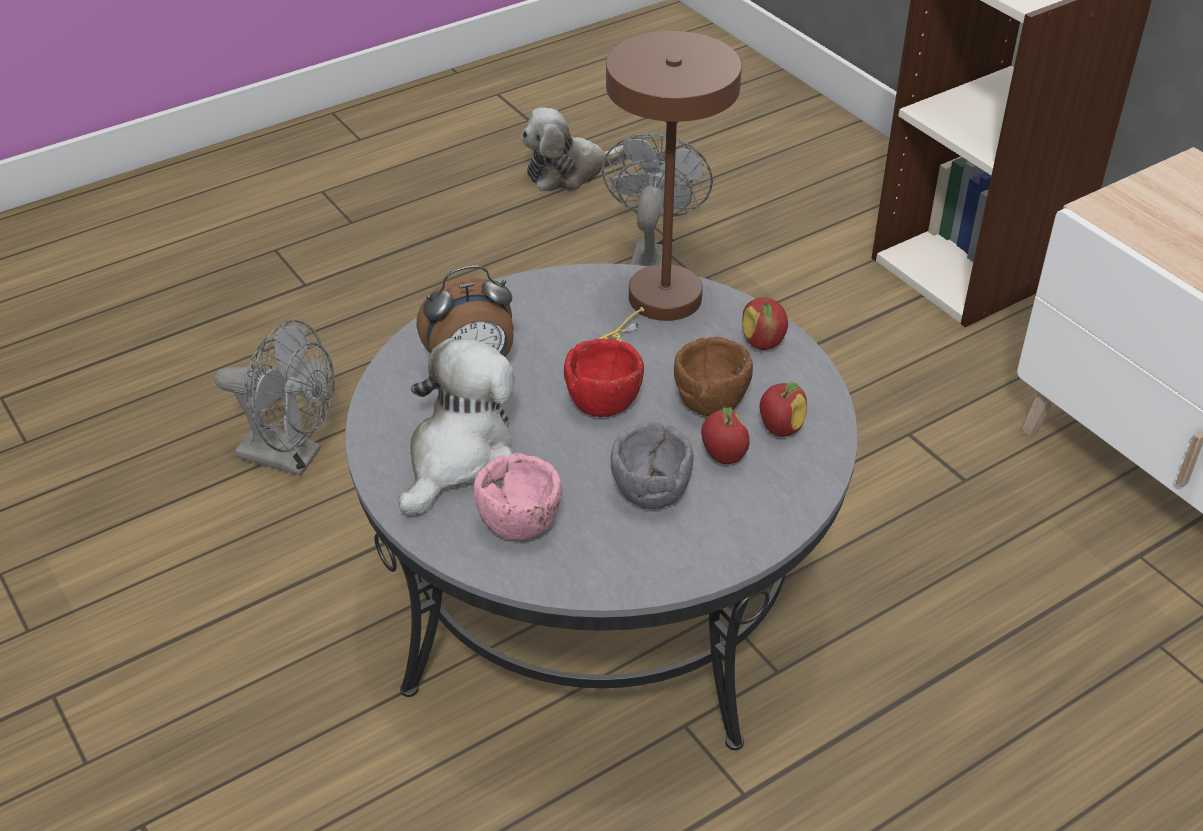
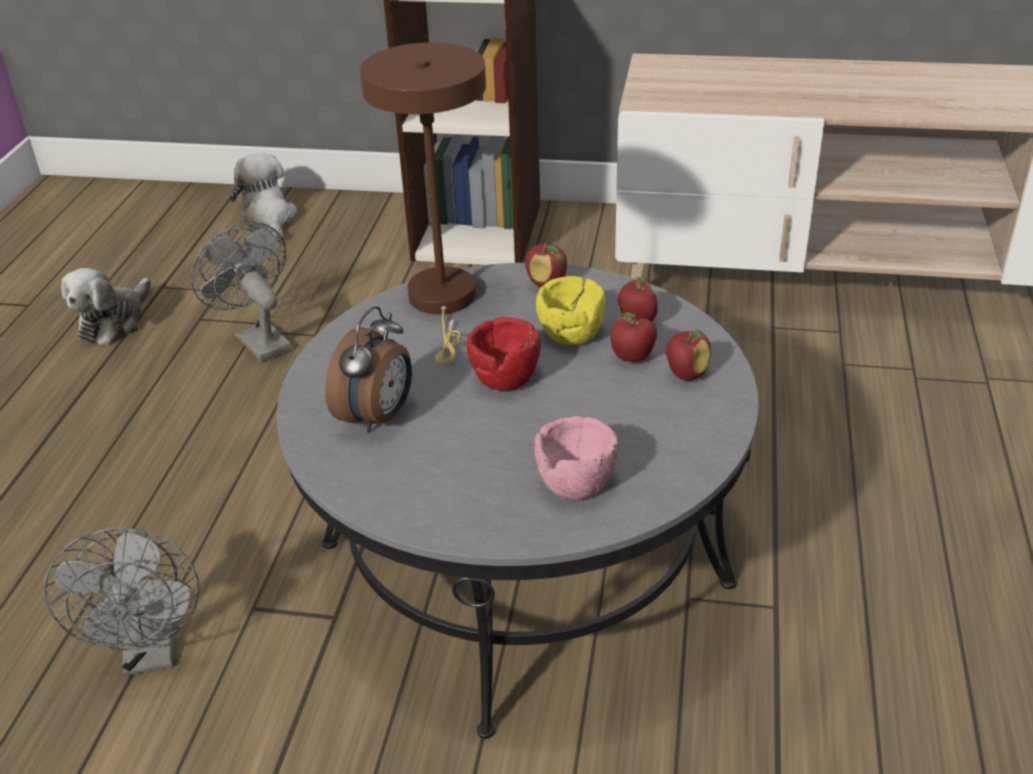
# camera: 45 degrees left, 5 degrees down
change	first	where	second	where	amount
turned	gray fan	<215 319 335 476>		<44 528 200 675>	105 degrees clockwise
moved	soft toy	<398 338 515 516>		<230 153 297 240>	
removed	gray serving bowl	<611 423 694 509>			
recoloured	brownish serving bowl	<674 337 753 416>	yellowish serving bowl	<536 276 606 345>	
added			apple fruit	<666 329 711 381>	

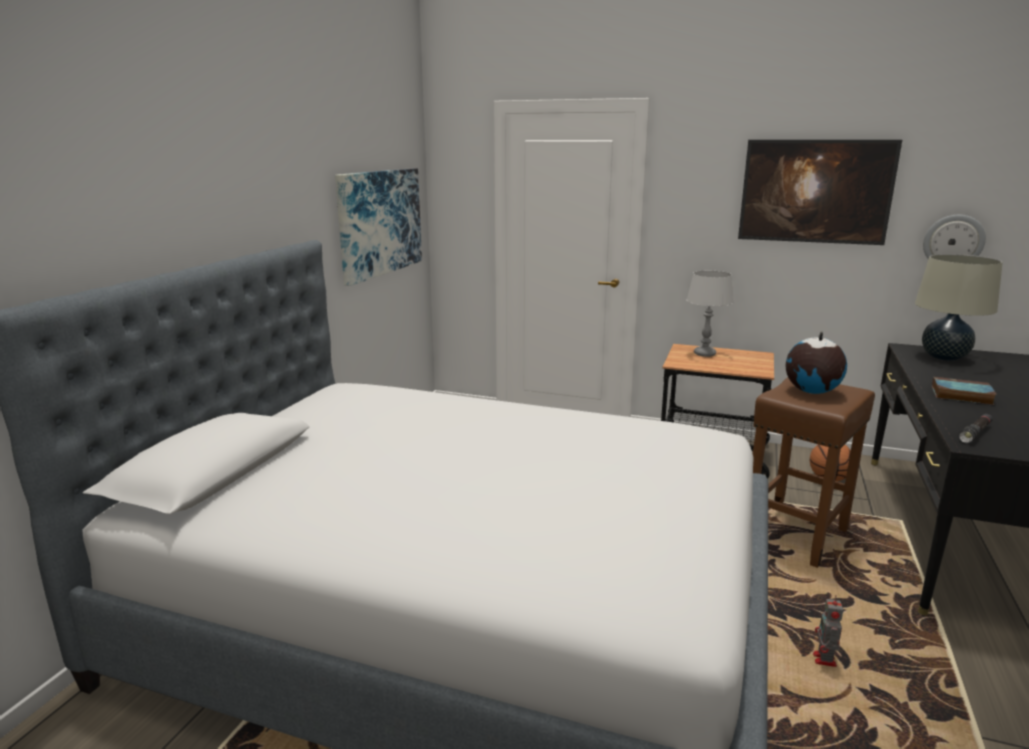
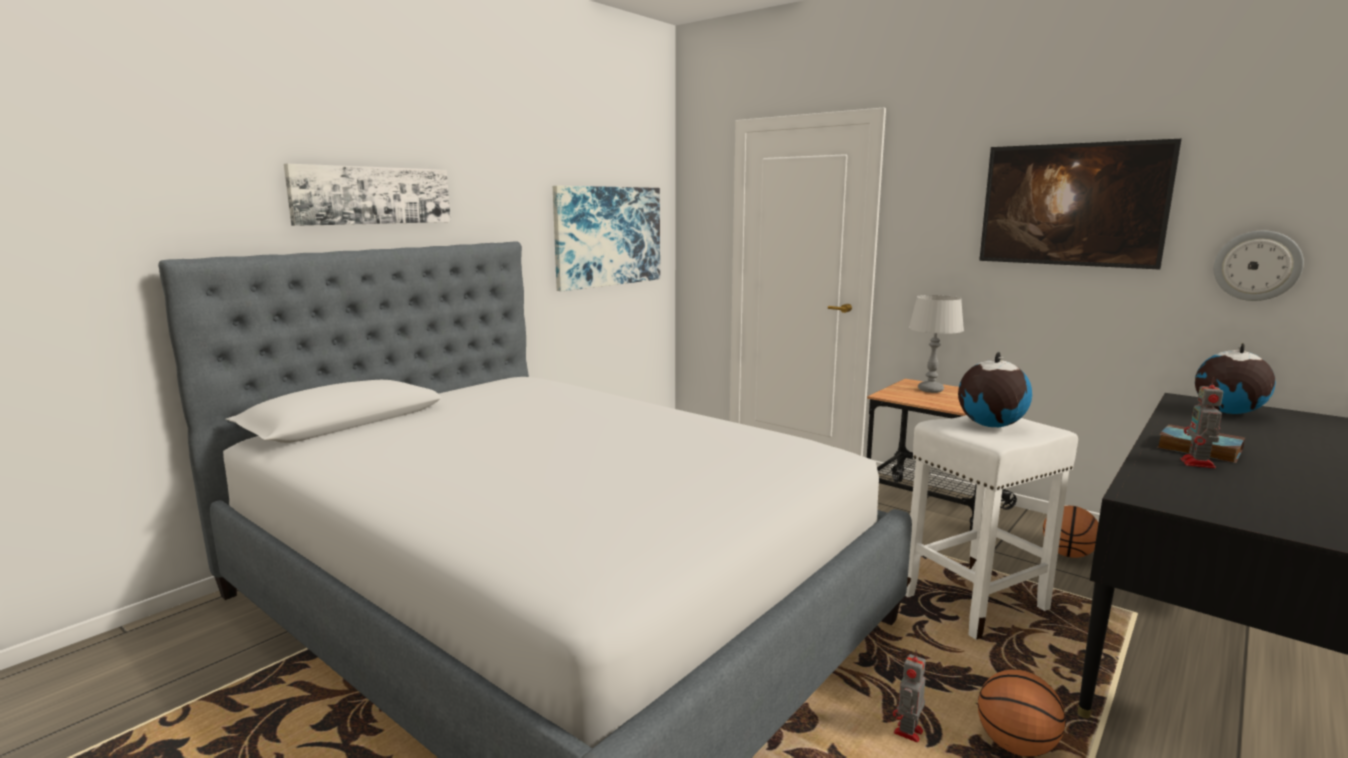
# camera: 20 degrees right, 5 degrees down
change	first	where	second	where	amount
recoloured	brownish sitting stool	<753 377 875 568>	white-coloured sitting stool	<905 415 1078 640>	
replaced	sand-coloured lamp for a table	<915 254 1003 361>	world globe	<1195 343 1276 414>	
removed	blackish hand torch	<958 414 993 443>			
added			wall picture	<284 164 450 226>	
added			basketball	<978 669 1066 757>	
added			toy robot	<1180 377 1223 469>	

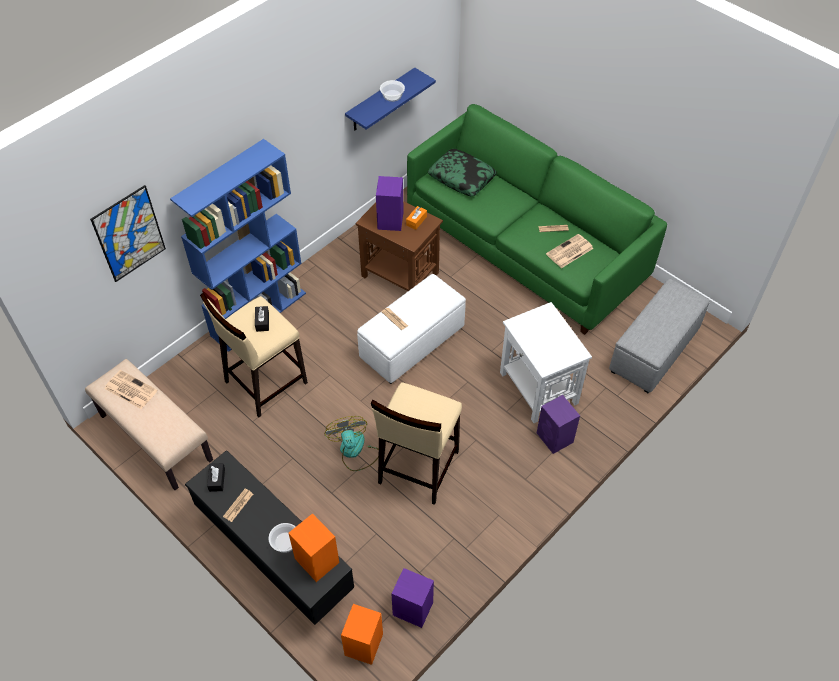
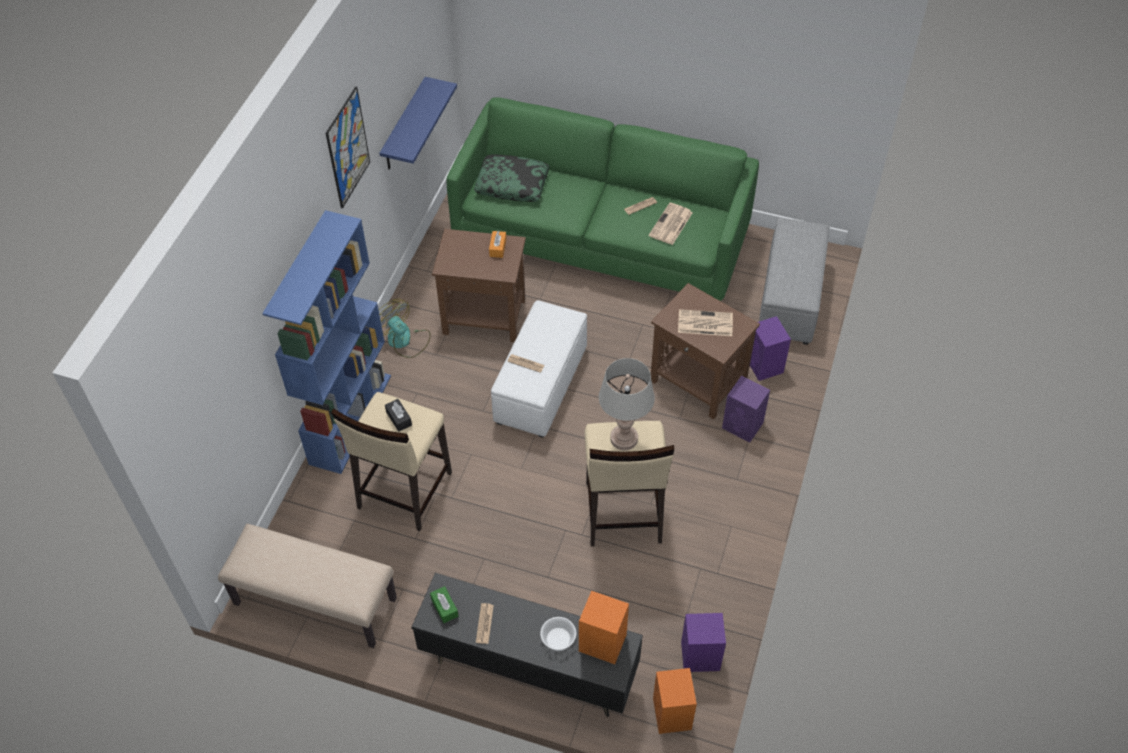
# camera: 25 degrees left, 0 degrees up
change	first	where	second	where	amount
moved	wall picture	<90 185 166 282>		<326 86 370 208>	
moved	daily paper	<105 370 158 409>		<678 309 733 336>	
recoloured	blackish tissue box	<207 463 225 492>	green tissue box	<430 586 458 623>	
moved	fan	<324 416 379 471>		<379 299 431 358>	
moved	purplish audio speaker	<376 176 404 231>		<750 316 791 381>	
removed	serving bowl	<380 80 405 102>			
recoloured	white-coloured accent table	<500 302 592 423>	brownish accent table	<651 283 760 420>	
added			gray lamp for a table	<599 358 655 451>	

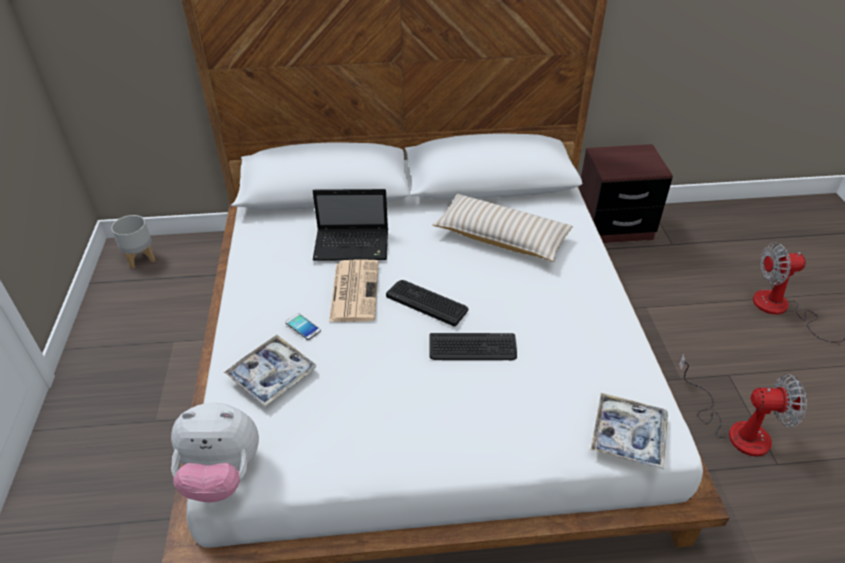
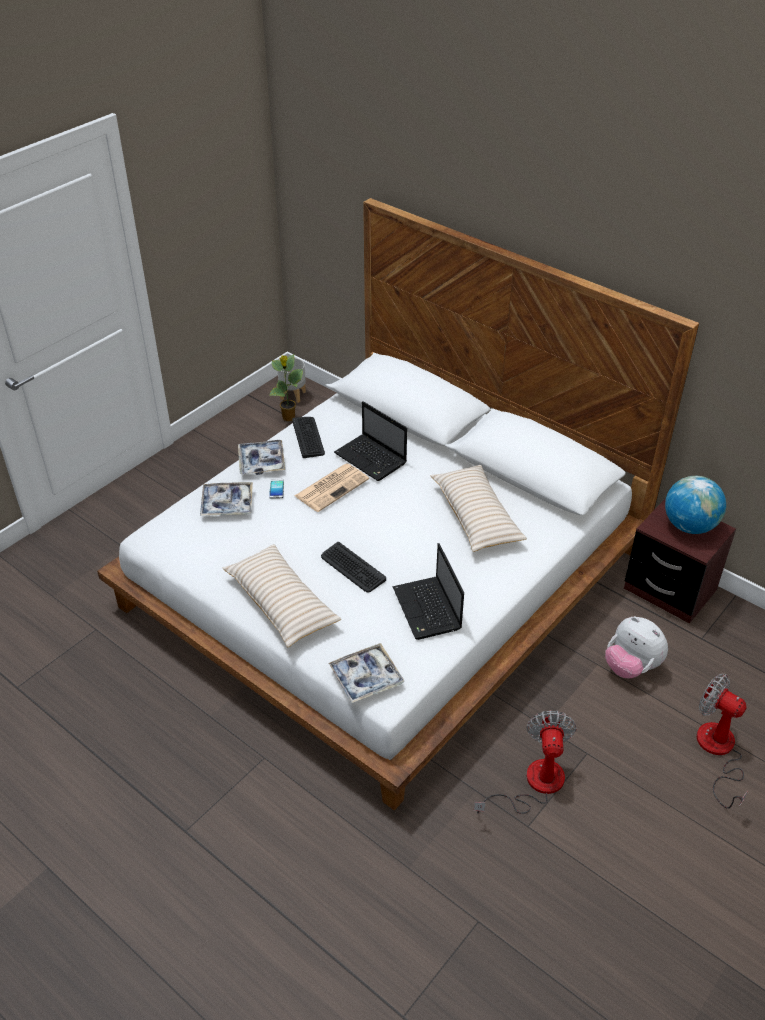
# camera: 45 degrees right, 0 degrees up
change	first	where	second	where	amount
moved	soft toy	<171 403 259 502>		<605 616 668 678>	
moved	PC keyboard	<386 280 468 326>		<292 417 325 458>	
turned	fan	<679 354 807 457>		<474 710 577 814>	135 degrees counterclockwise
added			sand-coloured pillow	<223 544 341 647>	
added			tray	<238 440 285 475>	
added			potted plant	<269 354 303 421>	
added			laptop	<393 543 464 640>	
added			world globe	<665 476 726 534>	

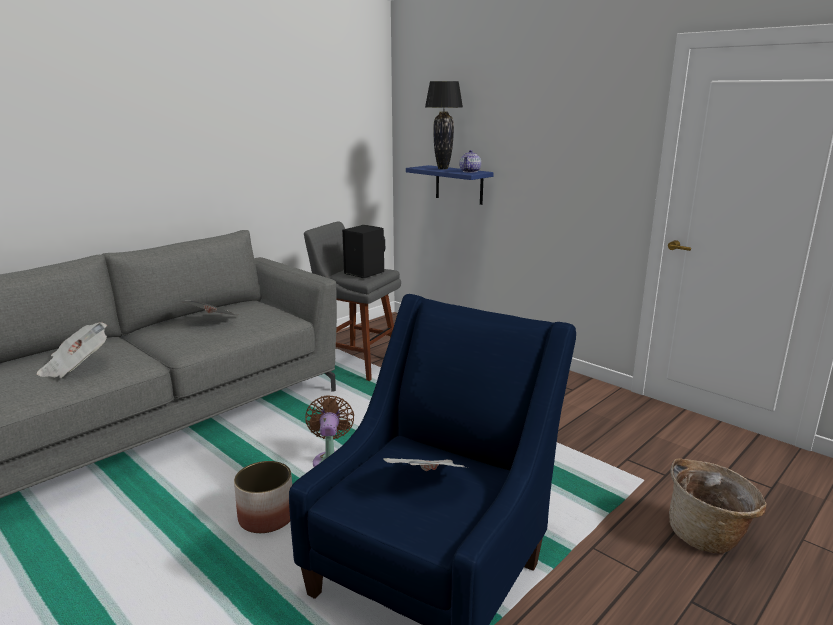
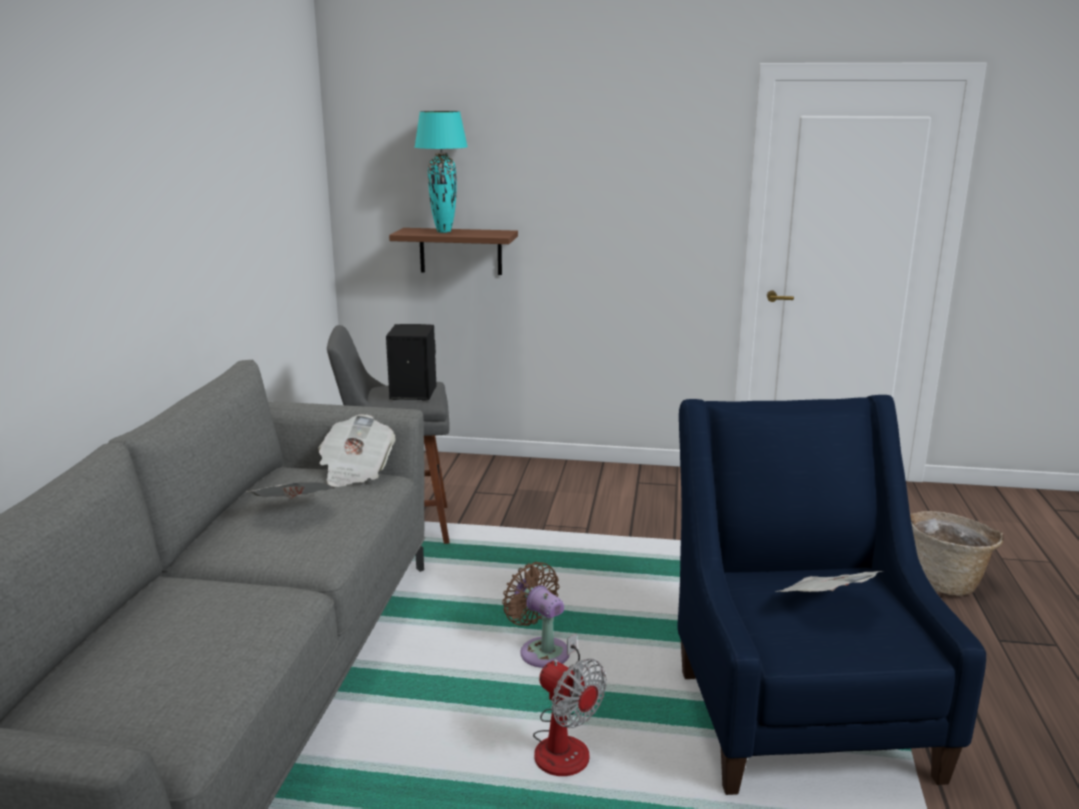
# camera: 35 degrees left, 0 degrees up
change	first	where	second	where	amount
moved	daily paper	<37 322 107 378>		<318 414 396 487>	
replaced	flower pot	<234 461 292 533>	fan	<533 634 607 776>	
recoloured	blue-coloured shelf	<406 165 494 205>	brownish shelf	<389 228 518 275>	
recoloured	blackish lamp for a table	<425 81 463 169>	turquoise lamp for a table	<414 111 468 233>	
removed	tea pot	<459 150 481 173>			

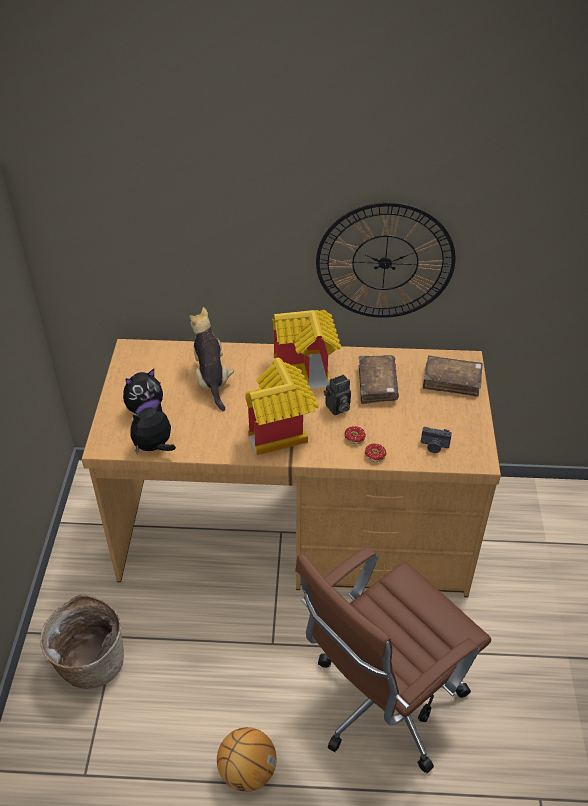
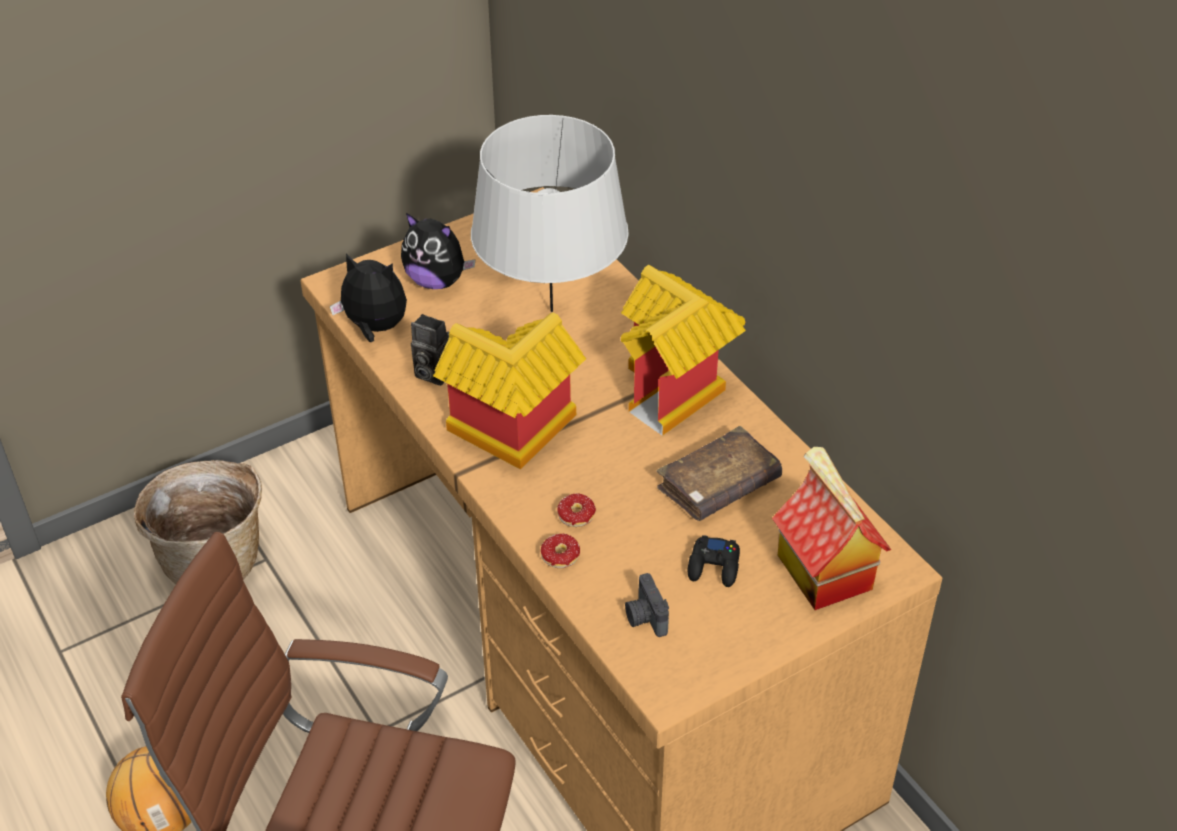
# camera: 55 degrees right, 0 degrees up
change	first	where	second	where	amount
replaced	soft toy	<190 307 234 411>	gray lamp for a table	<471 115 629 312>	
removed	clock on the wall	<316 202 455 318>			
moved	still camera	<324 374 351 415>		<411 314 449 386>	
replaced	brownish volume	<423 355 483 397>	model house	<772 447 891 610>	
added			blackish game controller	<688 535 740 587>	

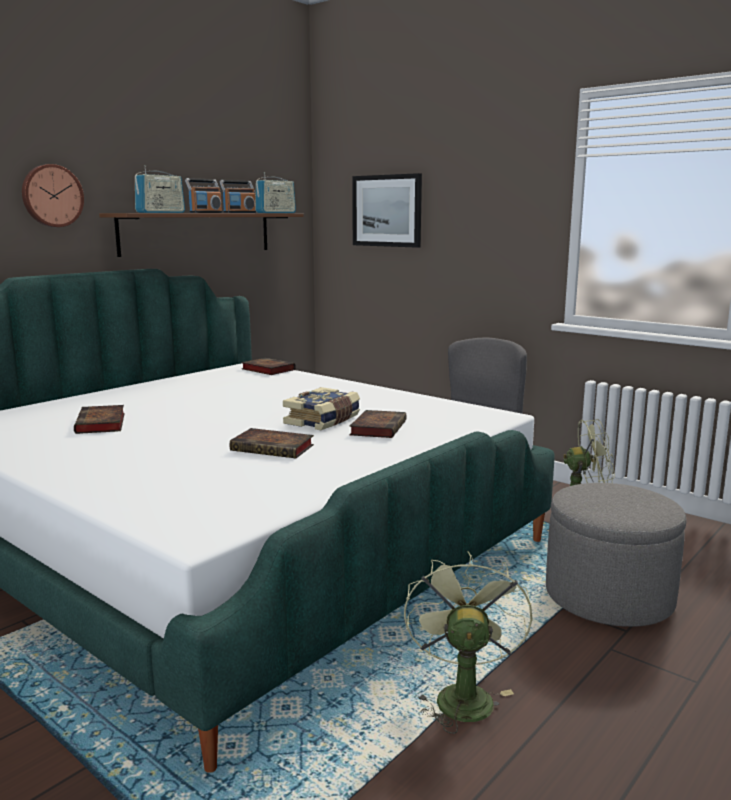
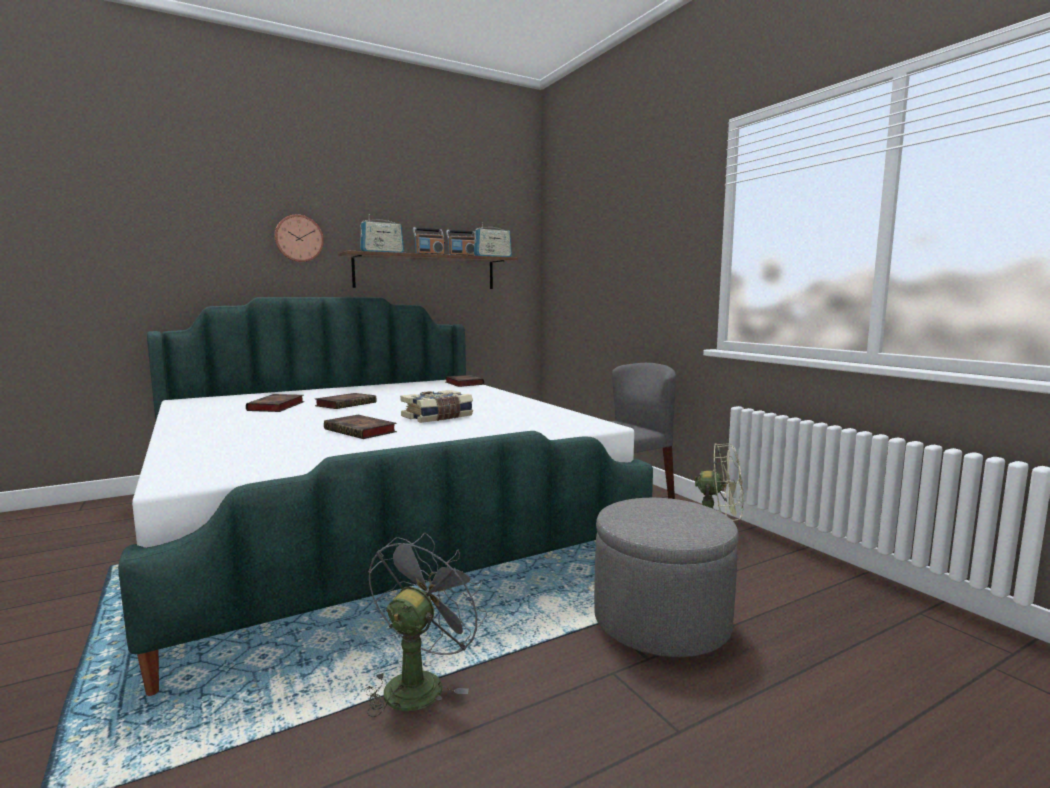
# camera: 20 degrees right, 5 degrees down
change	first	where	second	where	amount
moved	volume	<349 410 407 438>		<315 393 377 409>	
removed	wall picture	<352 173 422 248>			
recoloured	green fan	<404 552 533 734>	gray fan	<365 532 487 717>	

